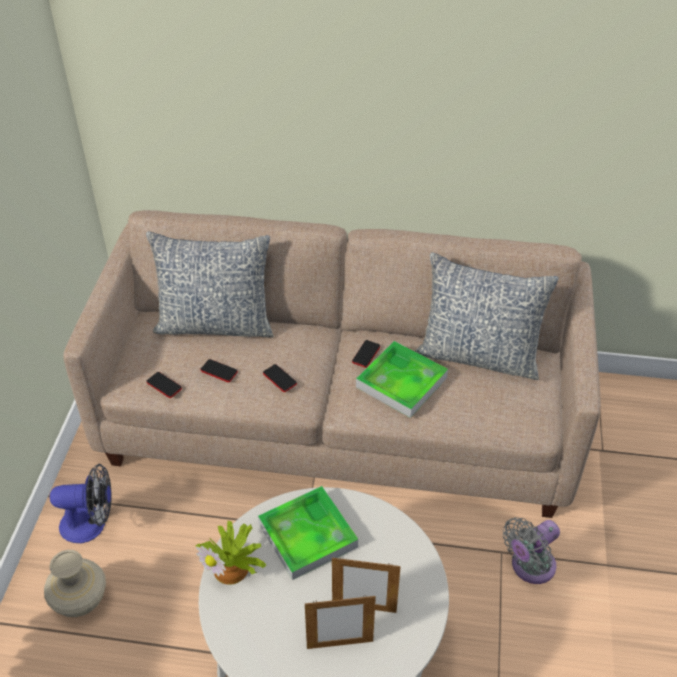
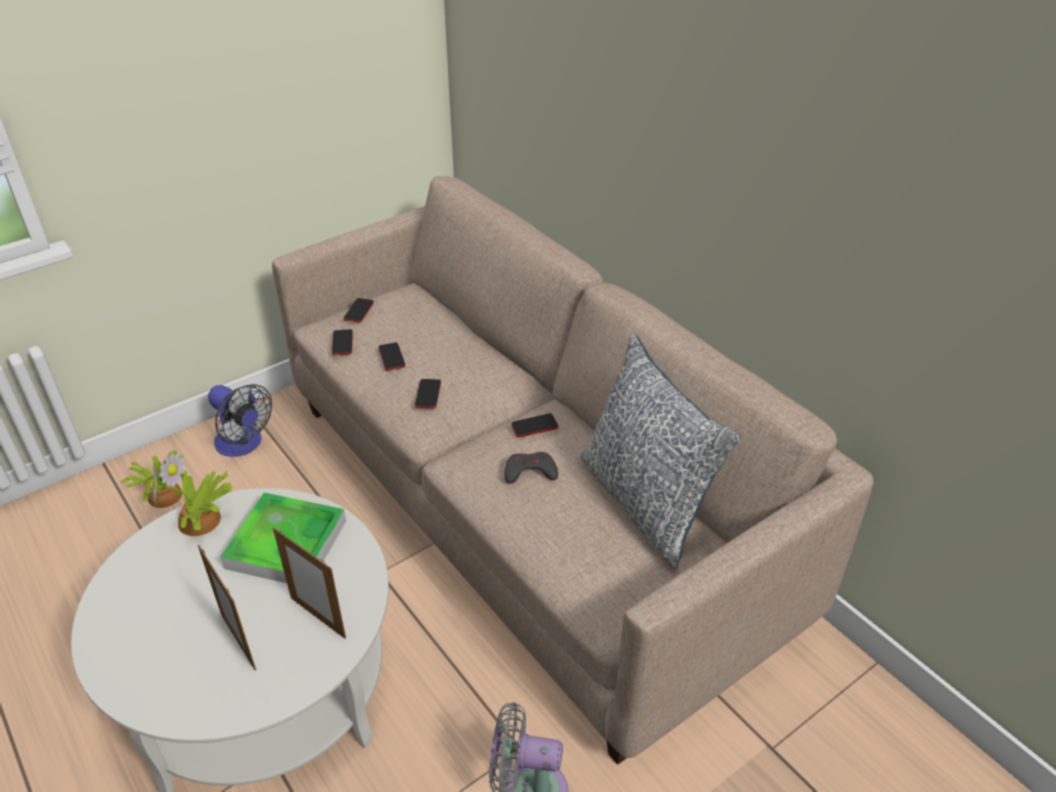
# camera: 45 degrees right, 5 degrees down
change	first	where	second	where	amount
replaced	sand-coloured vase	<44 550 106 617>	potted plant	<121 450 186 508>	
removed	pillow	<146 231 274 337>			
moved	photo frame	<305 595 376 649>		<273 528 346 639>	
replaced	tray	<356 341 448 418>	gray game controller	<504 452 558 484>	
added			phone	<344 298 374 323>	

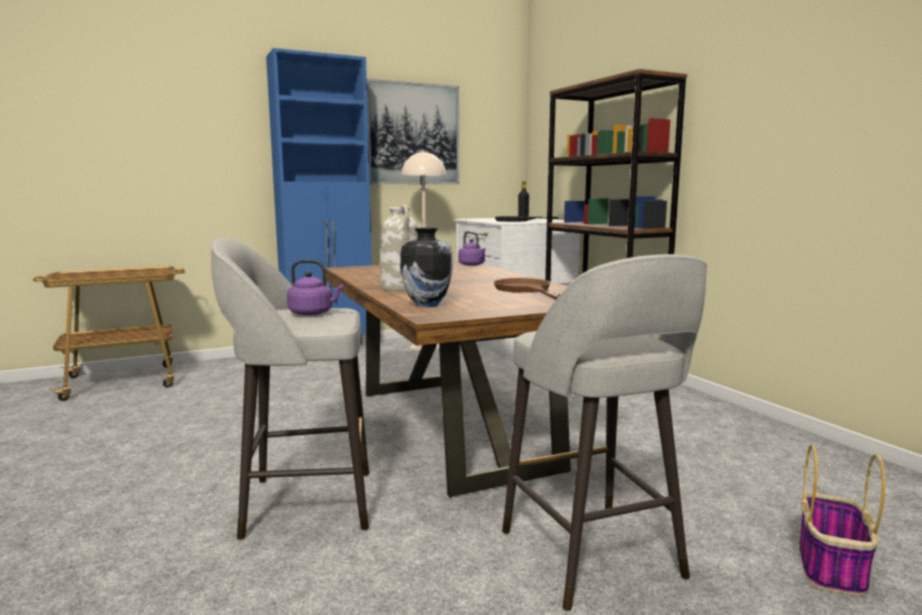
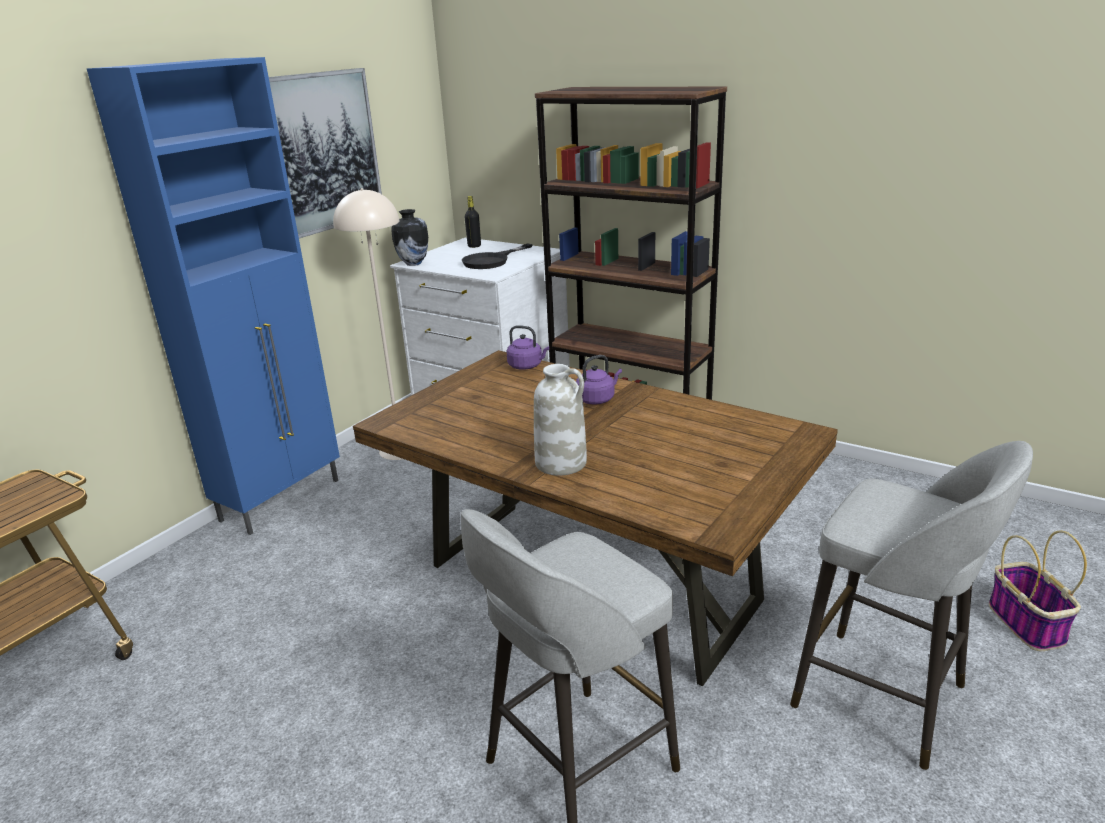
# camera: 30 degrees left, 15 degrees up
change	first	where	second	where	amount
moved	purplish tea kettle	<287 260 343 316>		<576 355 622 405>	
moved	vase	<400 228 453 307>		<391 209 428 266>	
removed	brownish pan	<494 278 560 300>			

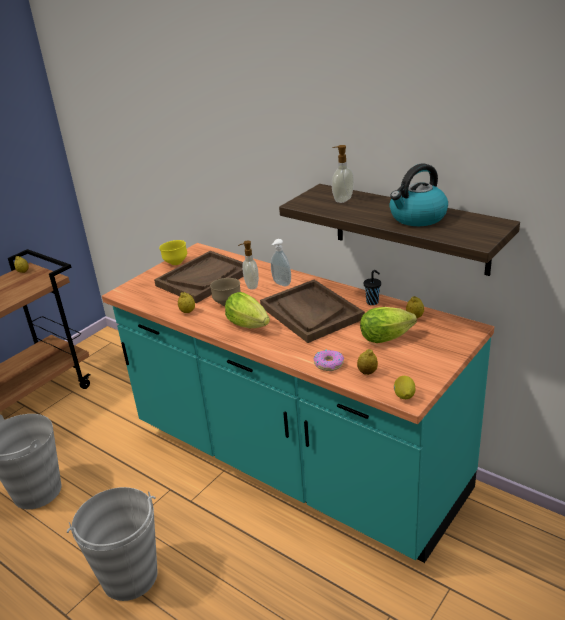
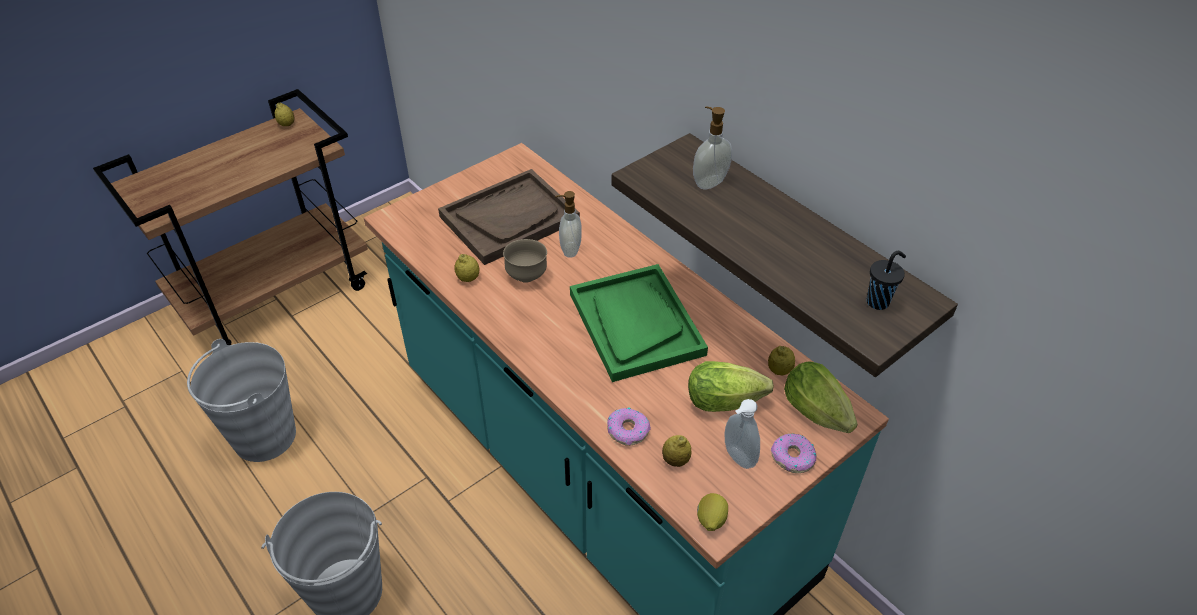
# camera: 10 degrees right, 15 degrees up
change	first	where	second	where	amount
removed	yellowish serving bowl	<159 240 187 265>			
moved	lettuce	<225 292 270 328>		<784 361 858 433>	
recoloured	brownish tray	<260 280 365 343>	green tray	<570 264 708 382>	
moved	soap dispenser	<271 239 291 286>		<725 399 760 469>	
moved	blackish cup	<364 270 381 305>		<866 251 906 310>	
removed	tea kettle	<390 164 448 226>			
added			ring doughnut	<771 434 816 473>	

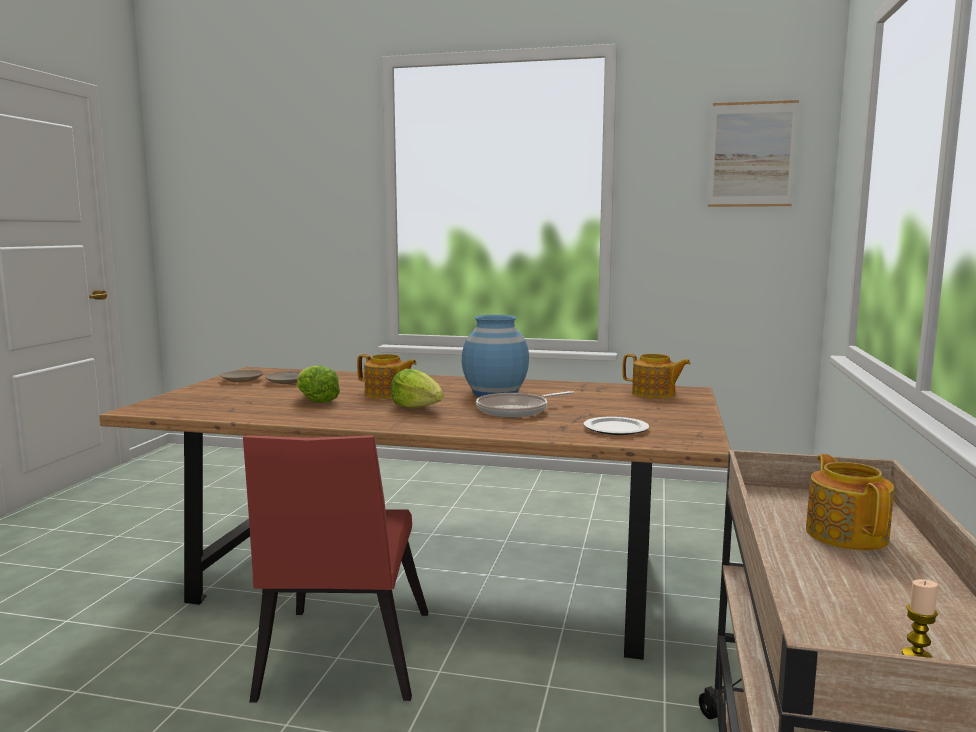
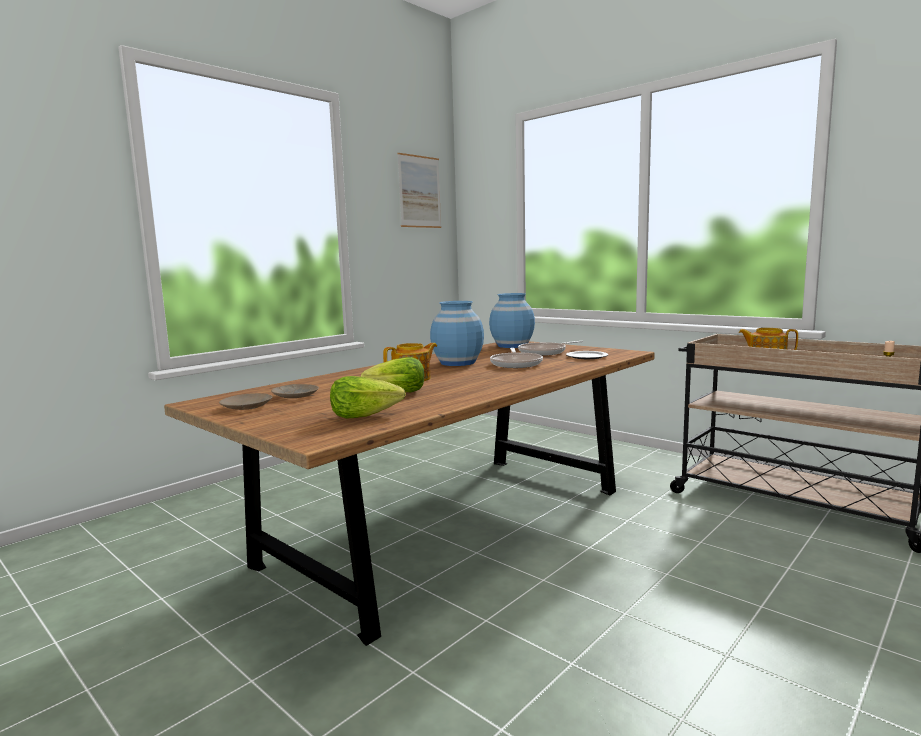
# camera: 60 degrees left, 0 degrees up
change	first	where	second	where	amount
removed	red-coloured chair	<243 435 428 703>			
moved	lettuce	<391 369 443 408>		<330 376 406 419>	
replaced	tea pot	<623 354 691 398>	blue-coloured vase	<489 293 535 348>	
added			pan	<518 341 583 356>	

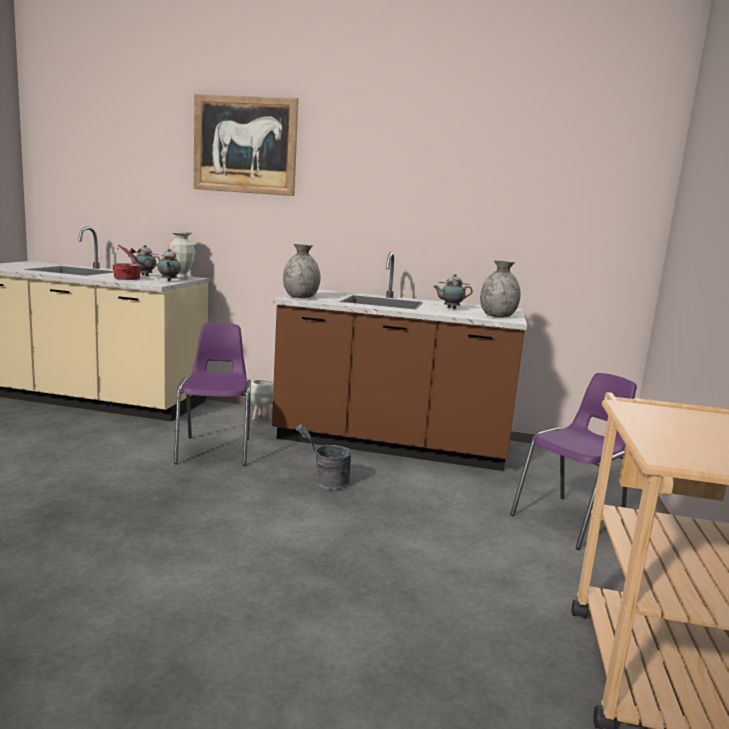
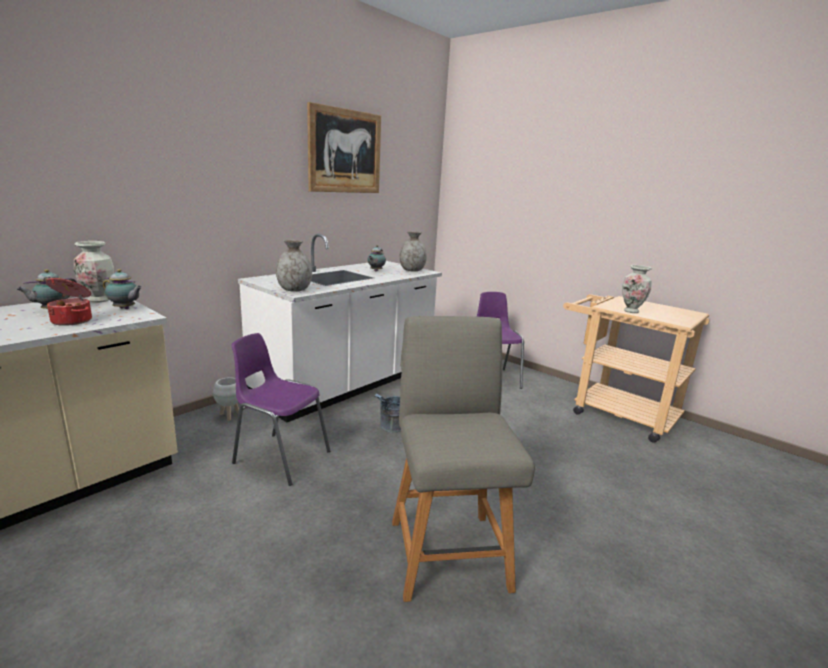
# camera: 60 degrees left, 5 degrees up
change	first	where	second	where	amount
moved	wall picture	<194 94 299 196>		<307 102 381 193>	
recoloured	brownish kitchen base unit	<272 252 527 471>	white-coloured kitchen base unit	<238 234 442 422>	
added			gray chair	<392 316 535 602>	
added			vase	<622 265 652 313>	

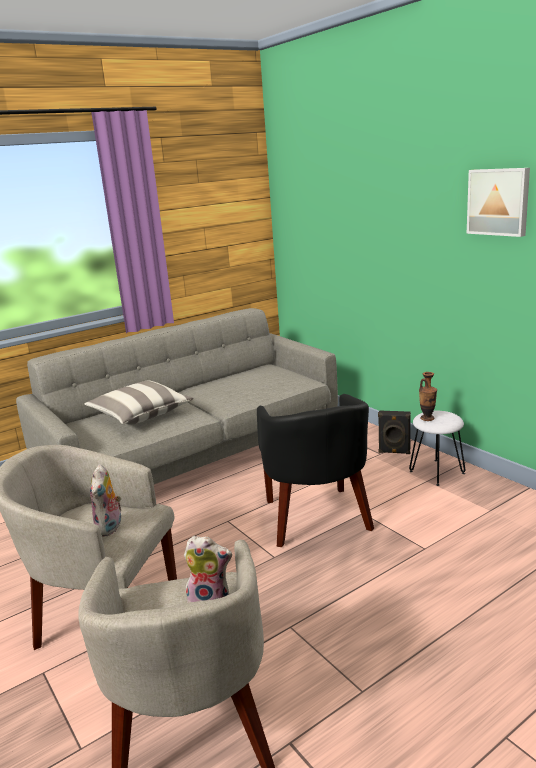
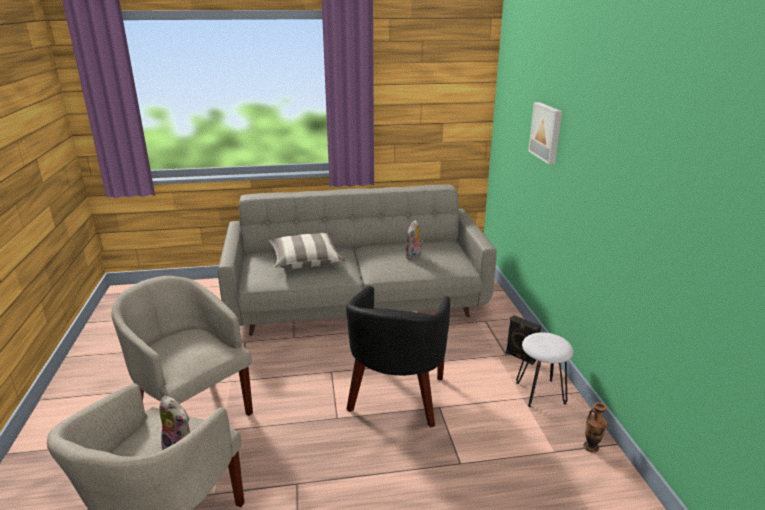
# camera: 25 degrees right, 5 degrees up
change	first	where	second	where	amount
moved	soft toy	<90 464 121 537>		<405 220 423 260>	
moved	vase	<419 372 437 421>		<583 402 607 453>	
moved	wall picture	<467 168 530 237>		<528 102 562 164>	

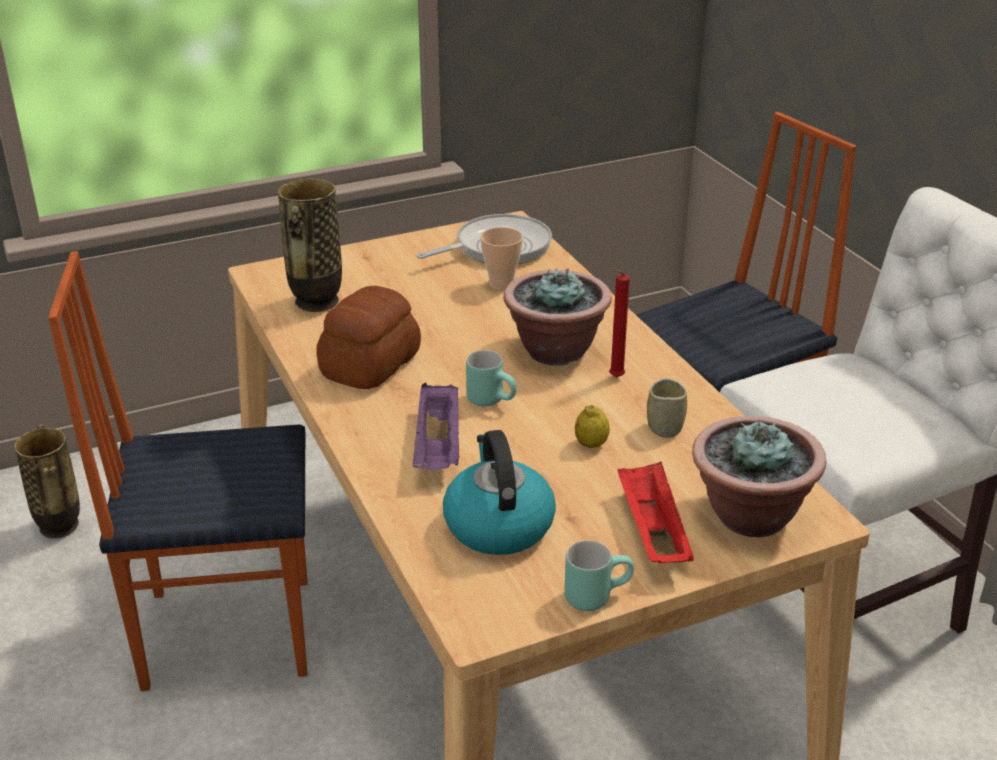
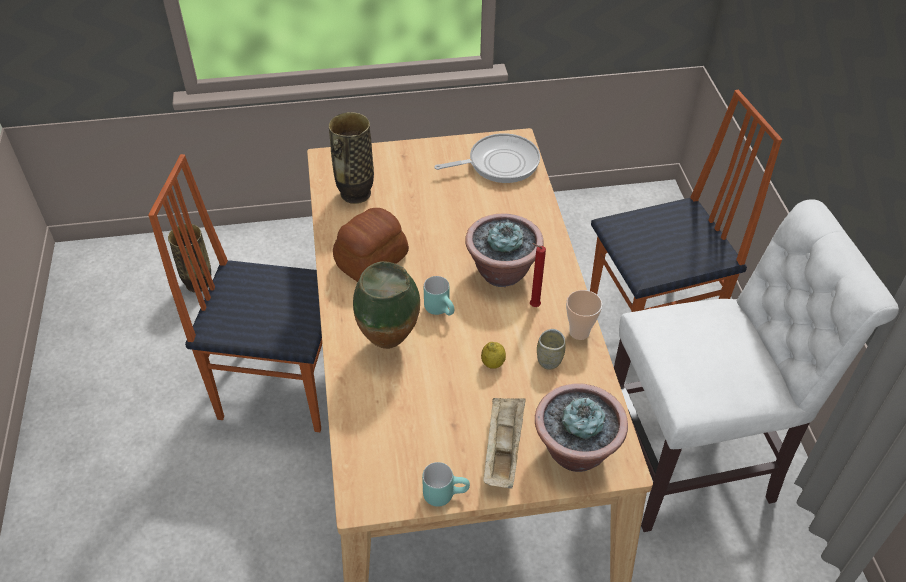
# camera: 15 degrees right, 15 degrees up
change	first	where	second	where	amount
replaced	purplish tray	<413 383 459 470>	vase	<353 261 420 349>	
removed	tea kettle	<443 430 556 555>			
moved	cup	<480 227 523 291>		<566 290 602 340>	
recoloured	red-coloured tray	<618 461 694 563>	sand-coloured tray	<483 398 526 489>	

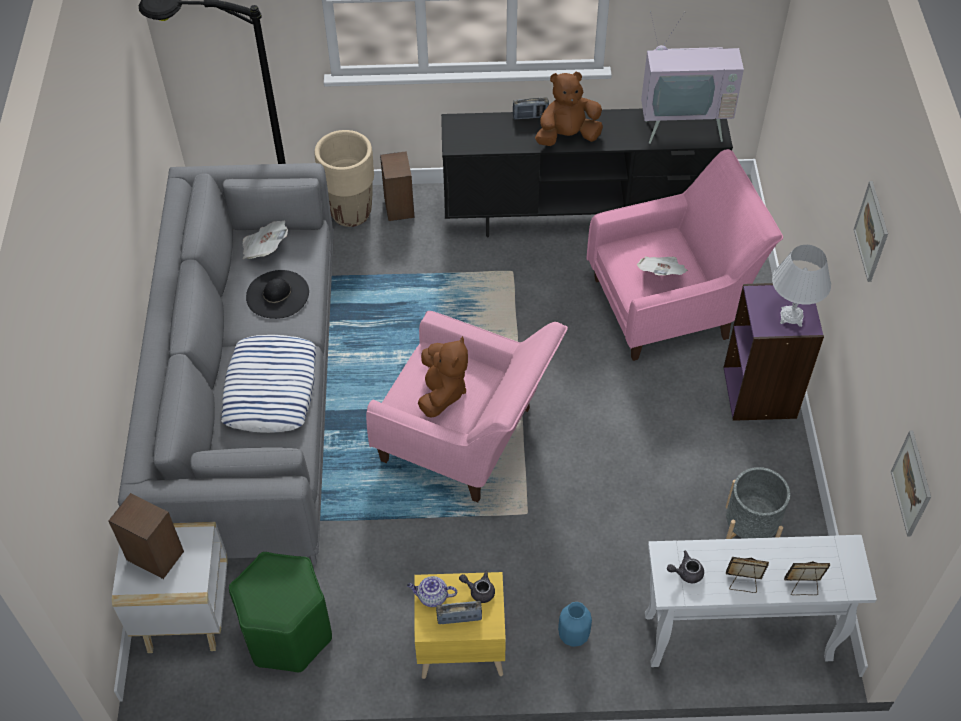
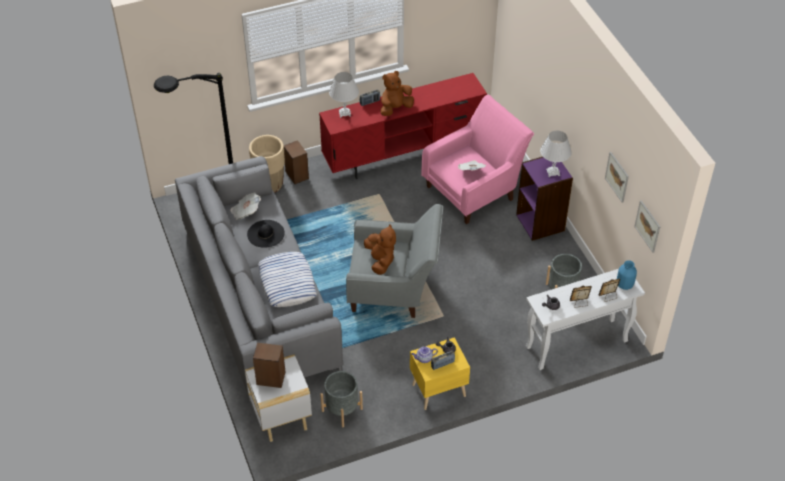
# camera: 20 degrees left, 5 degrees down
change	first	where	second	where	amount
replaced	green sitting stool	<229 552 332 672>	gray flower pot	<320 371 363 427>	
recoloured	pinkish lounge chair	<366 311 568 503>	gray lounge chair	<346 204 443 318>	
recoloured	blackish media console	<441 109 733 238>	red-coloured media console	<319 73 487 179>	
moved	blue-coloured vase	<558 602 592 647>		<617 260 637 290>	
removed	television	<641 11 744 144>			
moved	wall picture	<854 181 888 282>		<605 152 629 203>	
added			white-coloured lamp for a table	<329 72 359 118>	

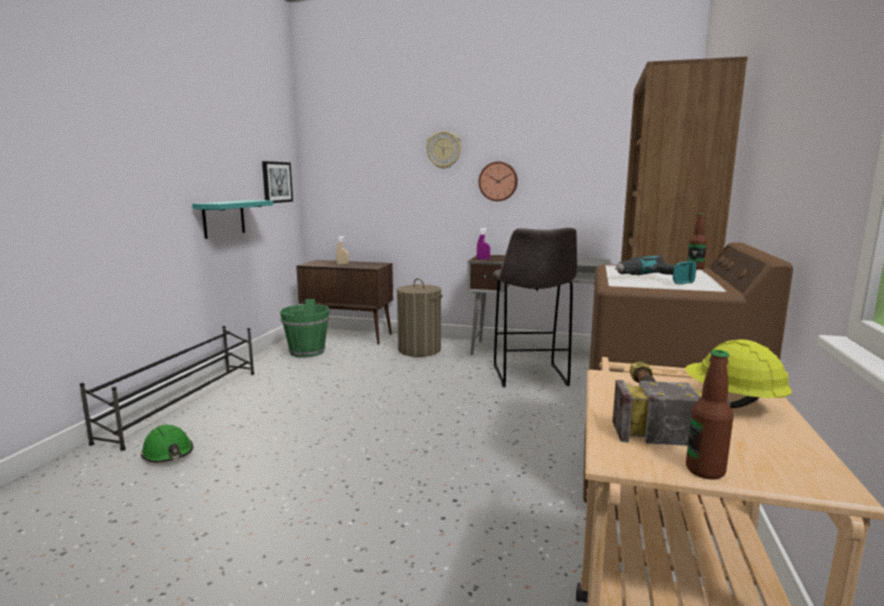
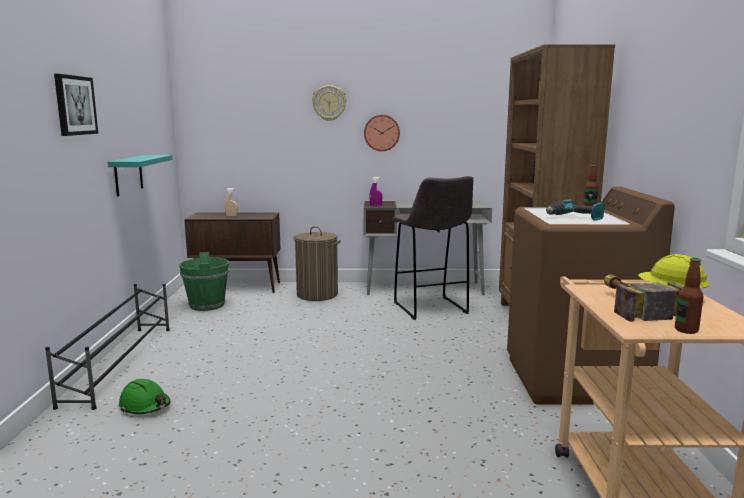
# camera: 15 degrees left, 0 degrees up
change	first	where	second	where	amount
moved	wall picture	<262 161 293 203>		<54 74 98 136>	

